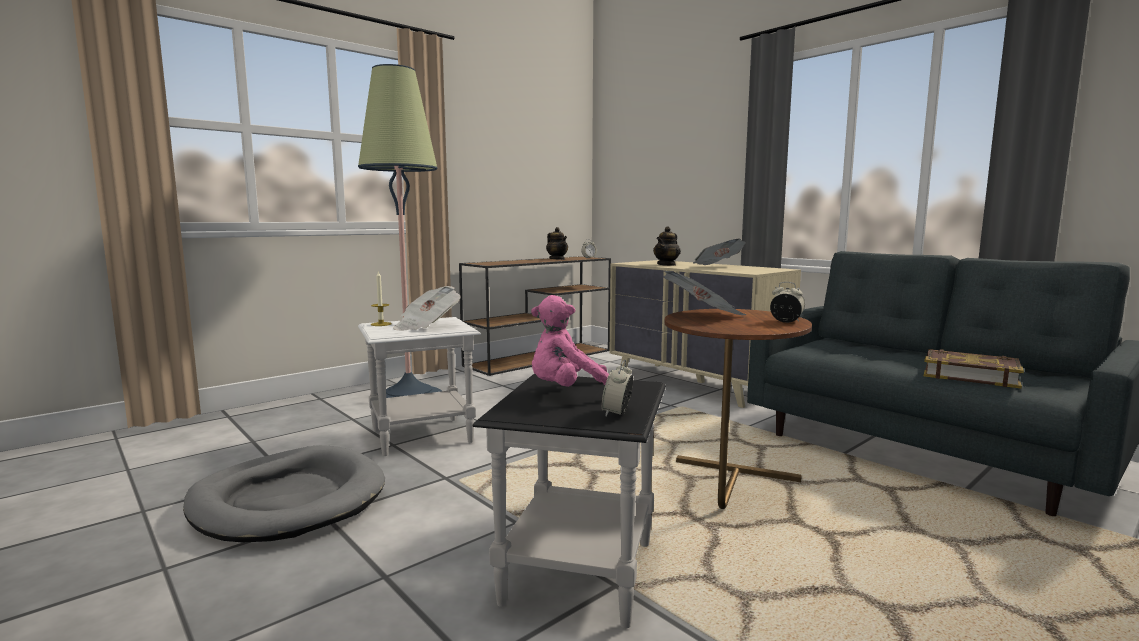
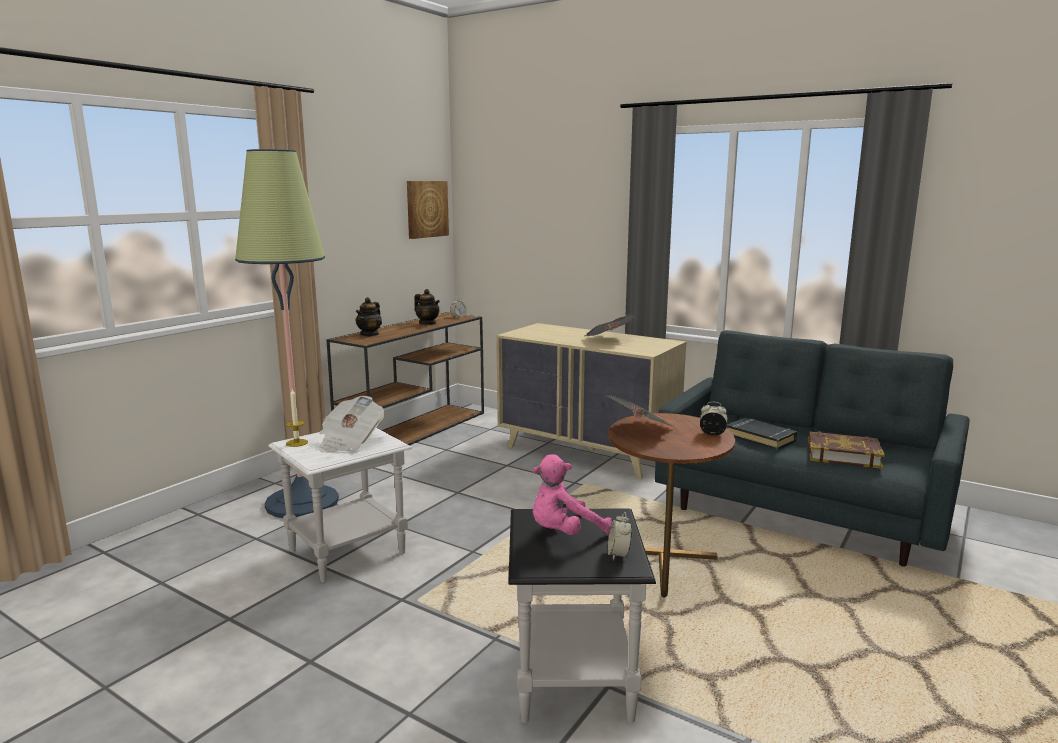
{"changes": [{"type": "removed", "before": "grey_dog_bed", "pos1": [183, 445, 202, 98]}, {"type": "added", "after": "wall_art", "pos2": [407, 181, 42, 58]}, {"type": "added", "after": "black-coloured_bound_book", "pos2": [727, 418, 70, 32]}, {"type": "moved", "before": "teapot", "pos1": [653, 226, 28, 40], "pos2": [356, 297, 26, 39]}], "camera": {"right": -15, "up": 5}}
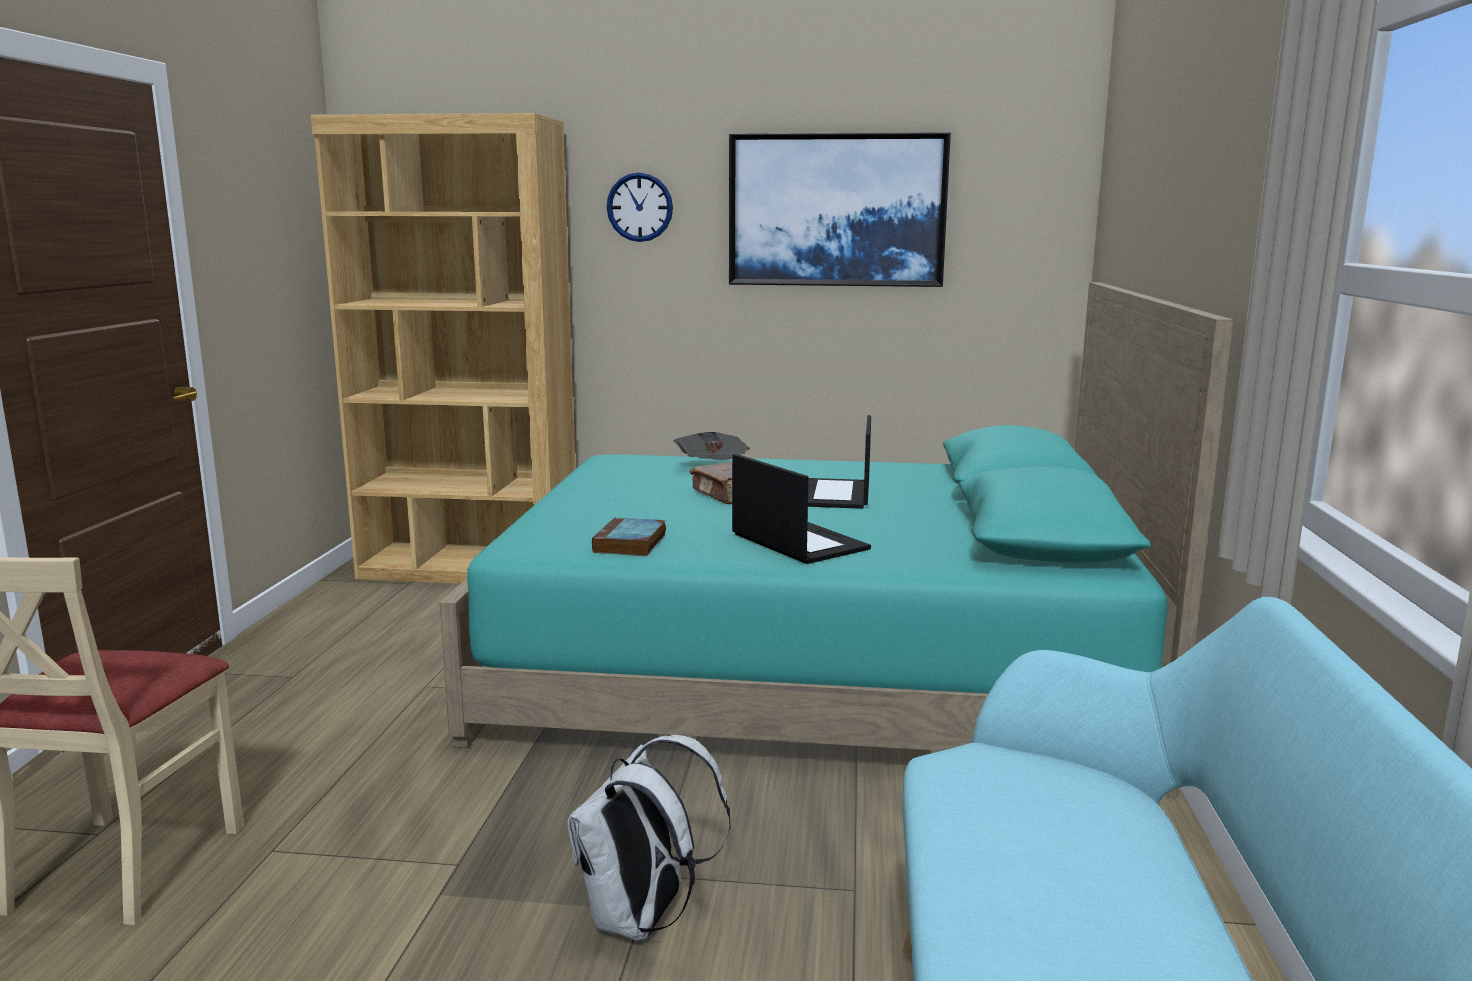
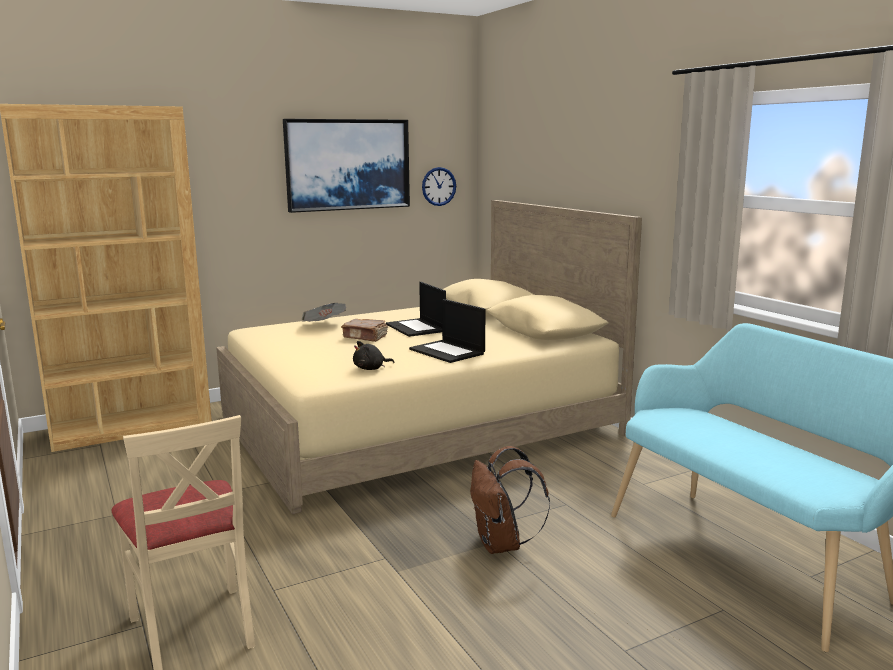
{"changes": [{"type": "moved", "before": "clock_on_the_wall", "pos1": [606, 172, 67, 70], "pos2": [422, 167, 34, 39]}, {"type": "replaced", "before": "bound_book", "after": "black-coloured_plush_toy", "pos1": [592, 518, 74, 38], "pos2": [353, 341, 41, 29]}, {"type": "recoloured", "before": "turquoise-coloured_sleeping_bed", "after": "beige_sleeping_bed", "pos1": [440, 282, 794, 514], "pos2": [216, 200, 426, 315]}, {"type": "recoloured", "before": "white-coloured_backpack", "after": "brownish_backpack", "pos1": [567, 735, 164, 205], "pos2": [470, 446, 80, 108]}, {"type": "turned", "before": "laptop", "pos1": [732, 454, 139, 110], "pos2": [409, 299, 76, 64], "turn": -150}], "camera": {"right": -35, "up": 0}}
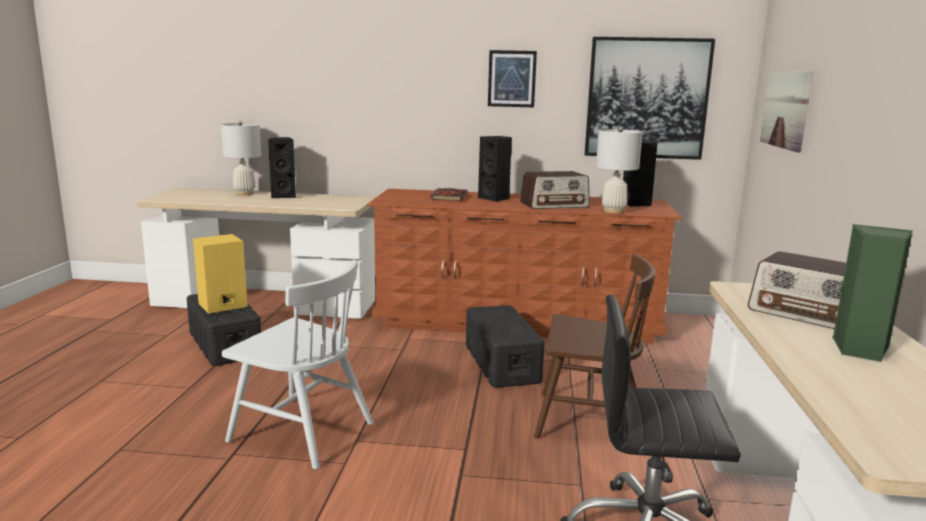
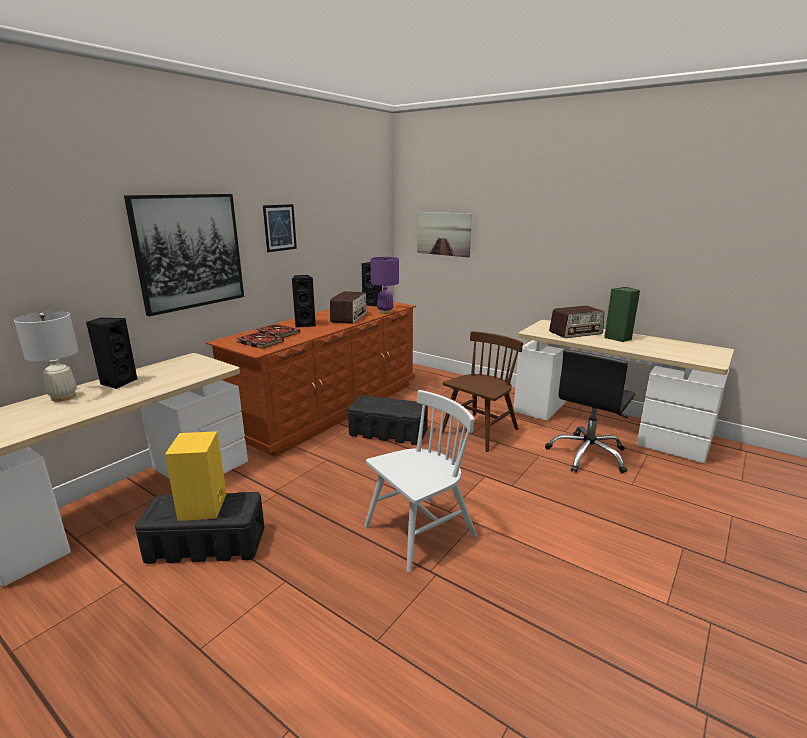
{"changes": [{"type": "added", "after": "bound_book", "pos2": [236, 332, 48, 17]}, {"type": "moved", "before": "wall_art", "pos1": [585, 37, 130, 123], "pos2": [124, 194, 120, 122]}, {"type": "recoloured", "before": "white-coloured_table_lamp", "after": "purple_table_lamp", "pos1": [596, 127, 47, 87], "pos2": [370, 256, 29, 58]}], "camera": {"right": -60, "up": 5}}
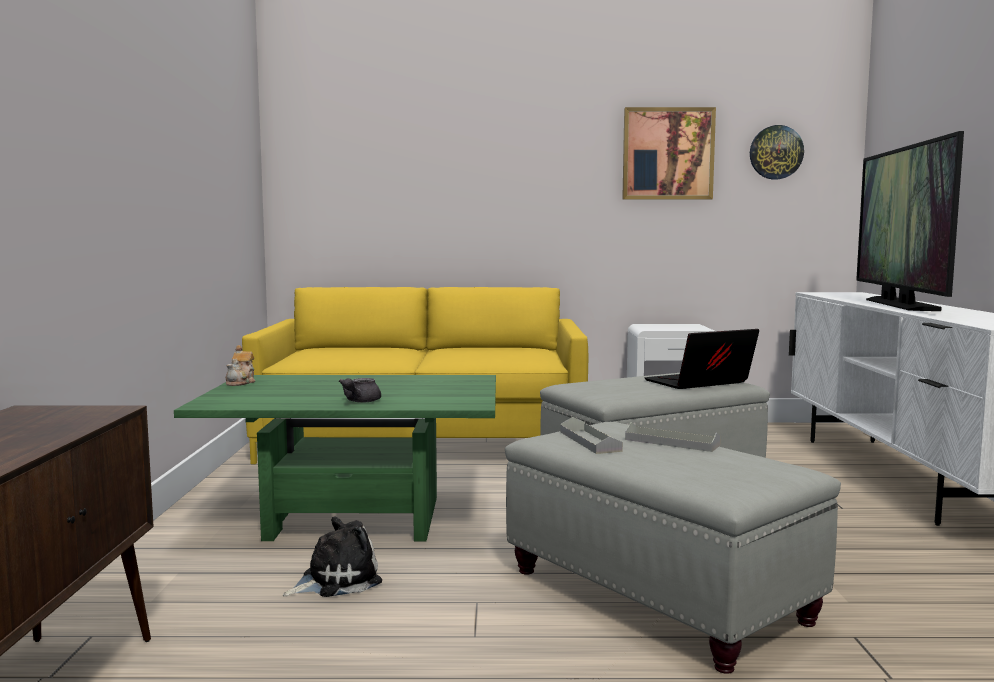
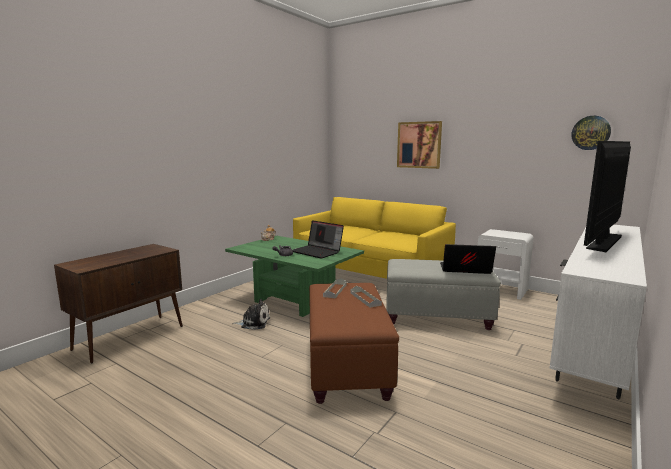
{"changes": [{"type": "added", "after": "laptop", "pos2": [292, 220, 52, 39]}, {"type": "moved", "before": "wall_art", "pos1": [622, 107, 94, 93], "pos2": [397, 121, 45, 48]}, {"type": "recoloured", "before": "grey_footrest", "after": "brownish_footrest", "pos1": [505, 422, 336, 252], "pos2": [309, 283, 90, 121]}], "camera": {"right": 35, "up": 5}}
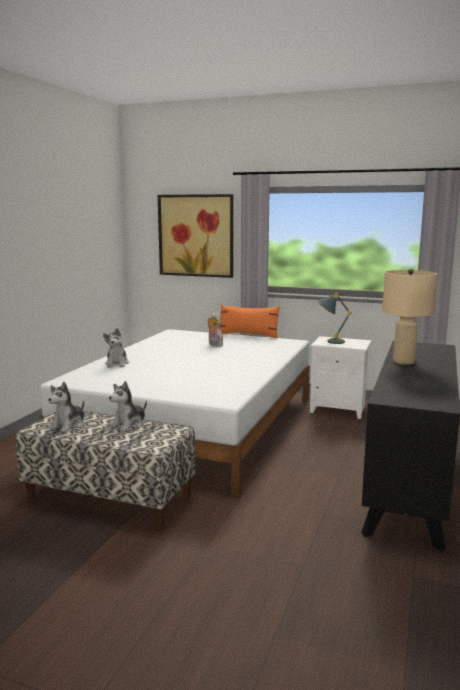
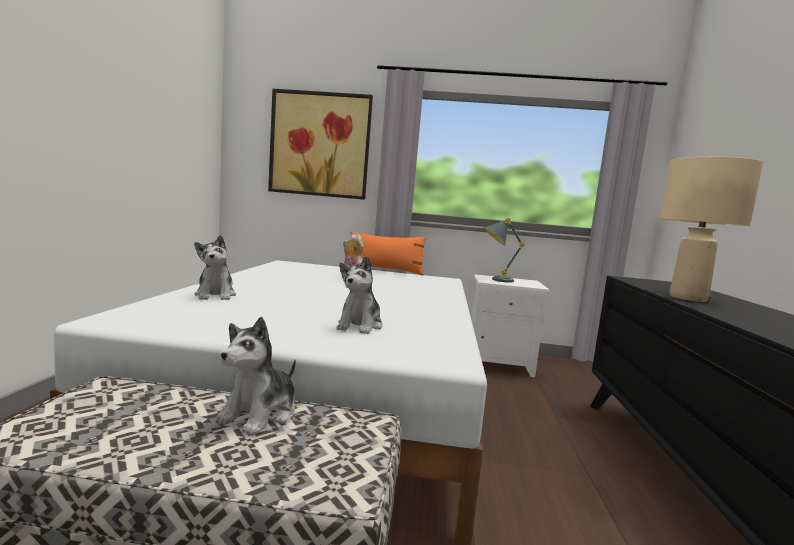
{"changes": [{"type": "moved", "before": "plush_toy", "pos1": [48, 382, 37, 50], "pos2": [336, 256, 47, 78]}], "camera": {"right": -15, "up": -5}}
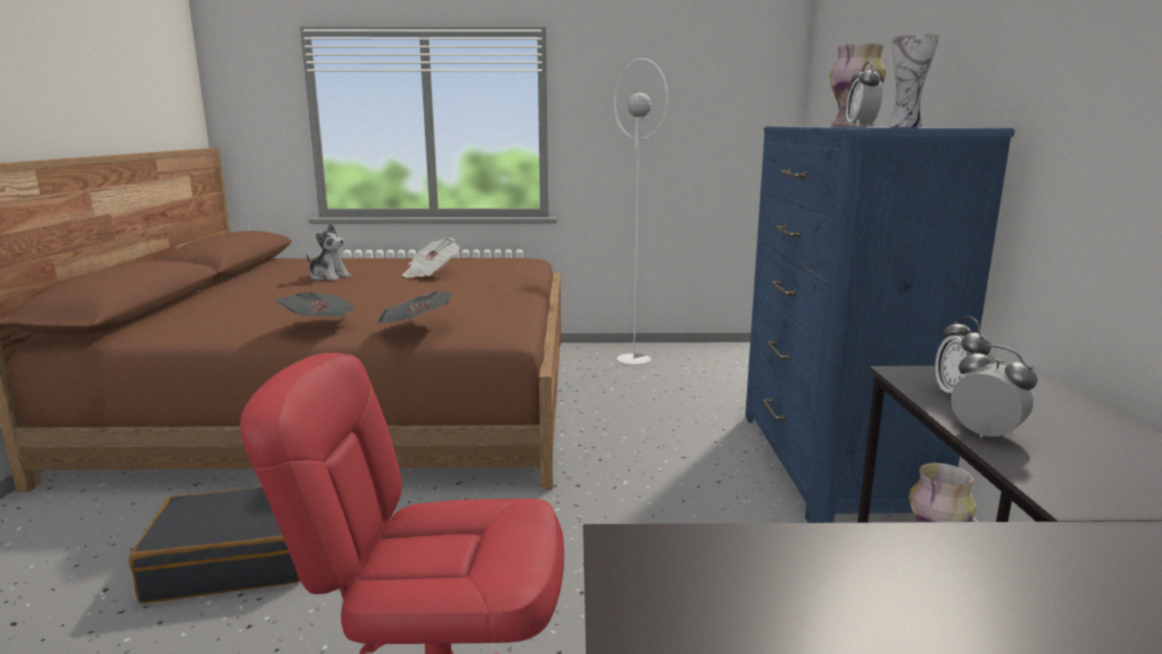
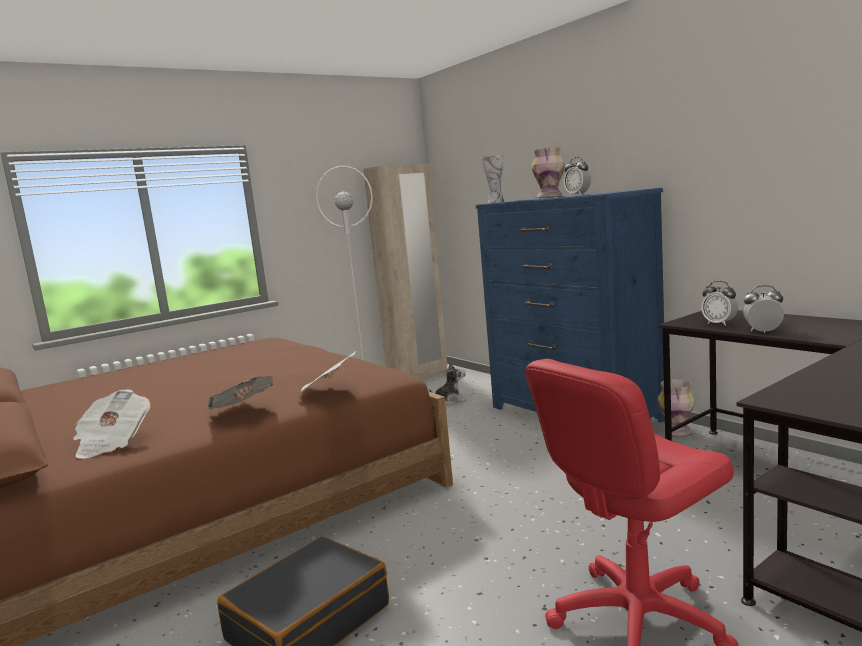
{"changes": [{"type": "added", "after": "beige_wardrobe", "pos2": [363, 164, 84, 215]}, {"type": "moved", "before": "plush_toy", "pos1": [306, 223, 46, 58], "pos2": [429, 362, 37, 43]}, {"type": "moved", "before": "daily_paper", "pos1": [402, 238, 58, 40], "pos2": [73, 389, 77, 70]}, {"type": "moved", "before": "vase", "pos1": [887, 34, 52, 93], "pos2": [481, 155, 24, 48]}], "camera": {"right": -35, "up": -5}}
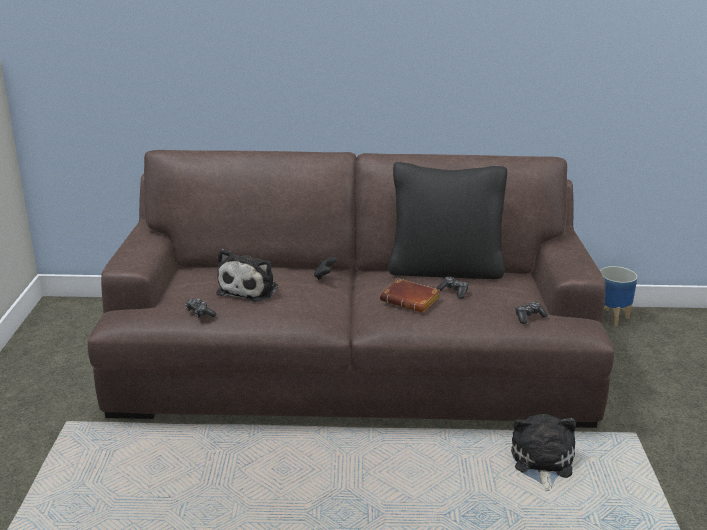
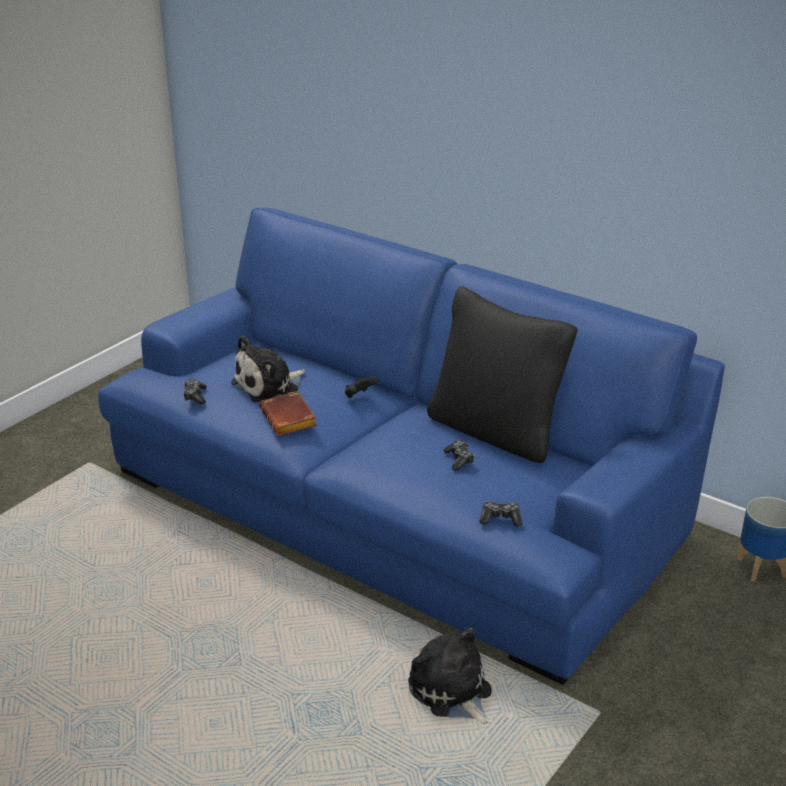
{"changes": [{"type": "moved", "before": "brownish_bound_book", "pos1": [380, 278, 60, 35], "pos2": [259, 391, 58, 45]}, {"type": "recoloured", "before": "brownish_sofa", "after": "bluish_sofa", "pos1": [88, 150, 526, 278], "pos2": [98, 208, 627, 477]}, {"type": "turned", "before": "plush_toy", "pos1": [511, 414, 65, 78], "pos2": [408, 627, 84, 97], "turn": -75}], "camera": {"right": 35, "up": 5}}
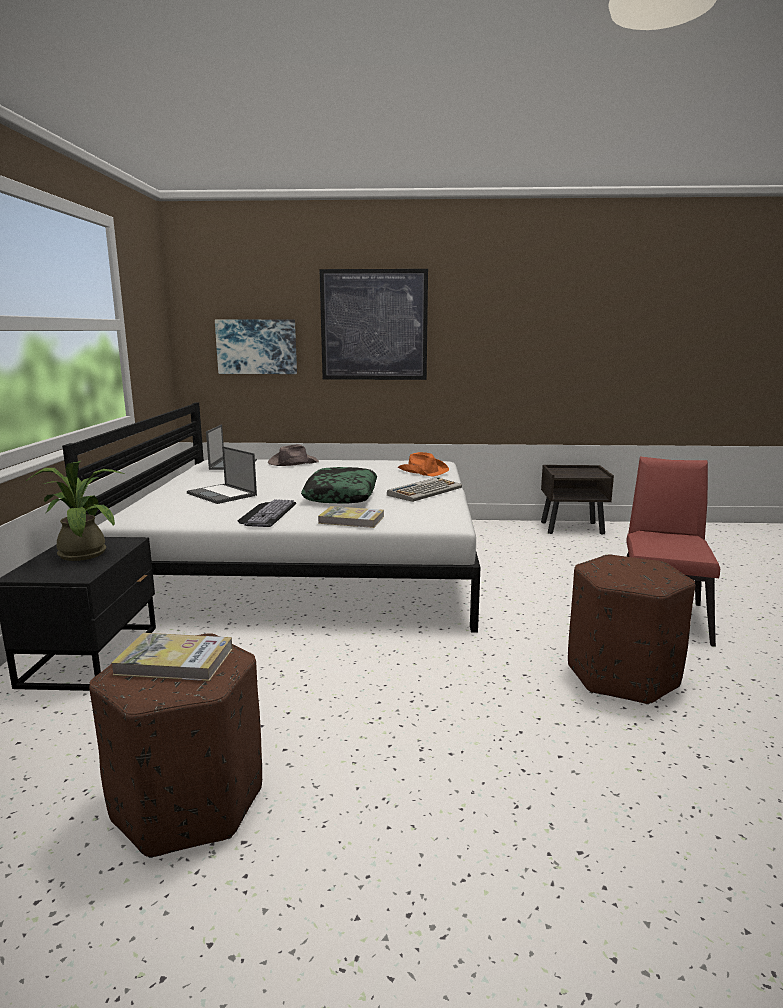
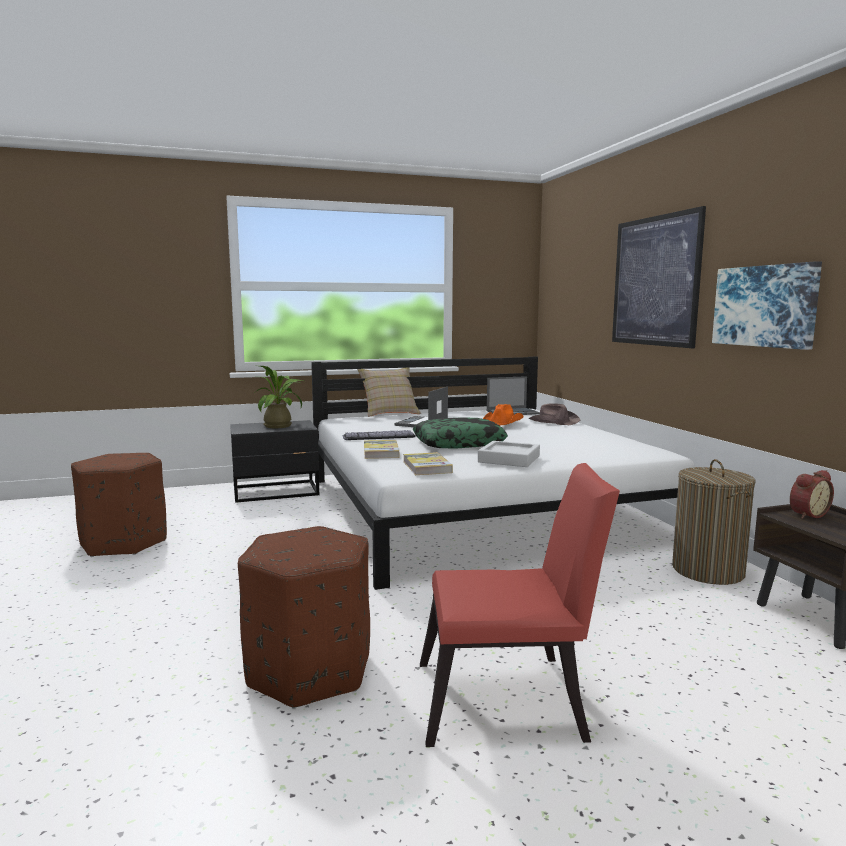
{"changes": [{"type": "added", "after": "beige_cushion", "pos2": [357, 368, 64, 49]}, {"type": "added", "after": "hamper", "pos2": [672, 459, 84, 126]}, {"type": "added", "after": "bedside_clock", "pos2": [790, 470, 44, 49]}, {"type": "moved", "before": "bound_book", "pos1": [112, 633, 120, 48], "pos2": [403, 452, 50, 23]}, {"type": "moved", "before": "wall_art", "pos1": [215, 319, 82, 55], "pos2": [712, 261, 110, 89]}, {"type": "moved", "before": "orange-coloured_wearable_hat", "pos1": [398, 452, 51, 24], "pos2": [483, 404, 41, 21]}, {"type": "replaced", "before": "computer_keyboard", "after": "grey_serving_tray", "pos1": [387, 477, 75, 25], "pos2": [478, 441, 62, 26]}], "camera": {"right": 70, "up": -5}}
